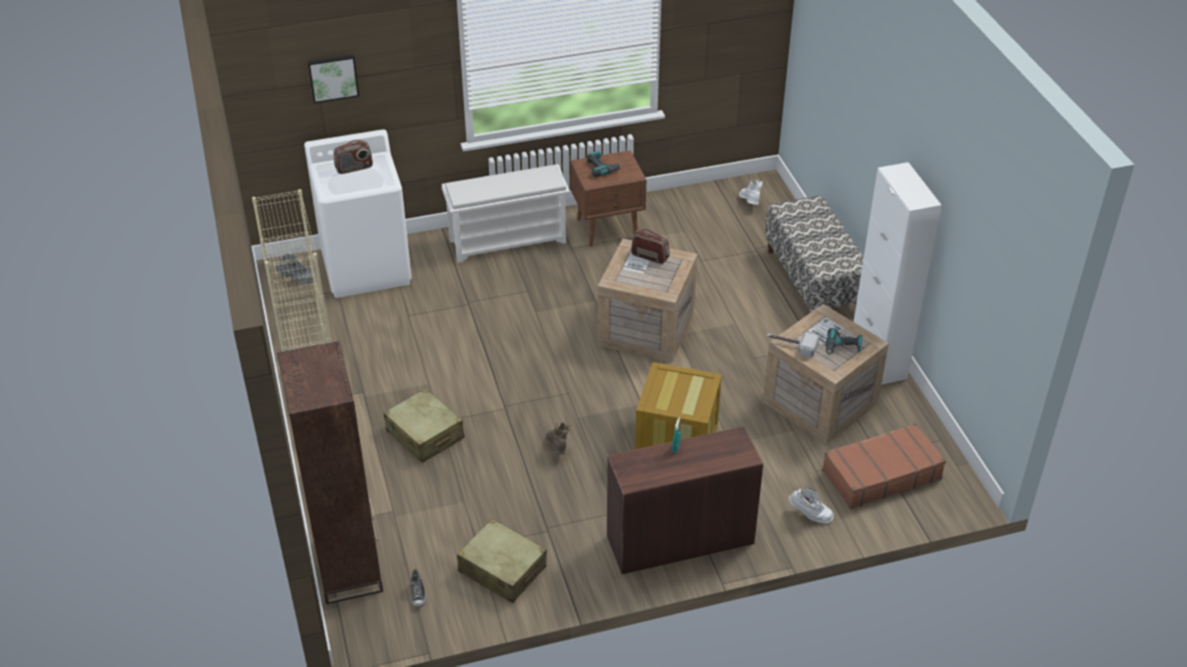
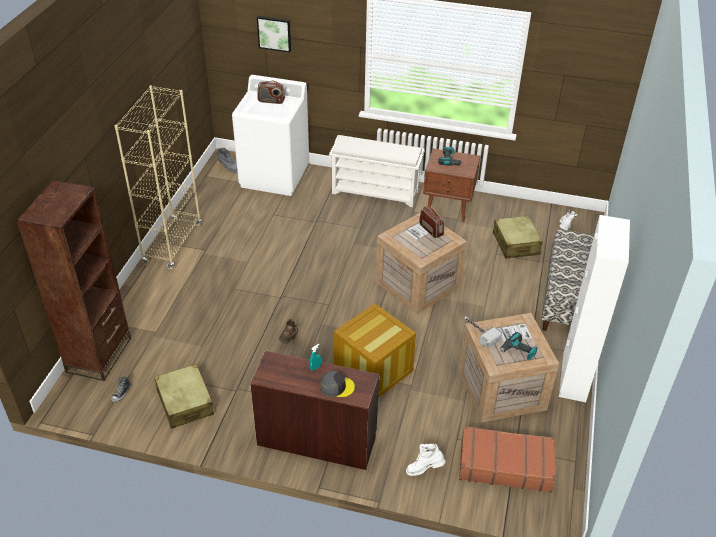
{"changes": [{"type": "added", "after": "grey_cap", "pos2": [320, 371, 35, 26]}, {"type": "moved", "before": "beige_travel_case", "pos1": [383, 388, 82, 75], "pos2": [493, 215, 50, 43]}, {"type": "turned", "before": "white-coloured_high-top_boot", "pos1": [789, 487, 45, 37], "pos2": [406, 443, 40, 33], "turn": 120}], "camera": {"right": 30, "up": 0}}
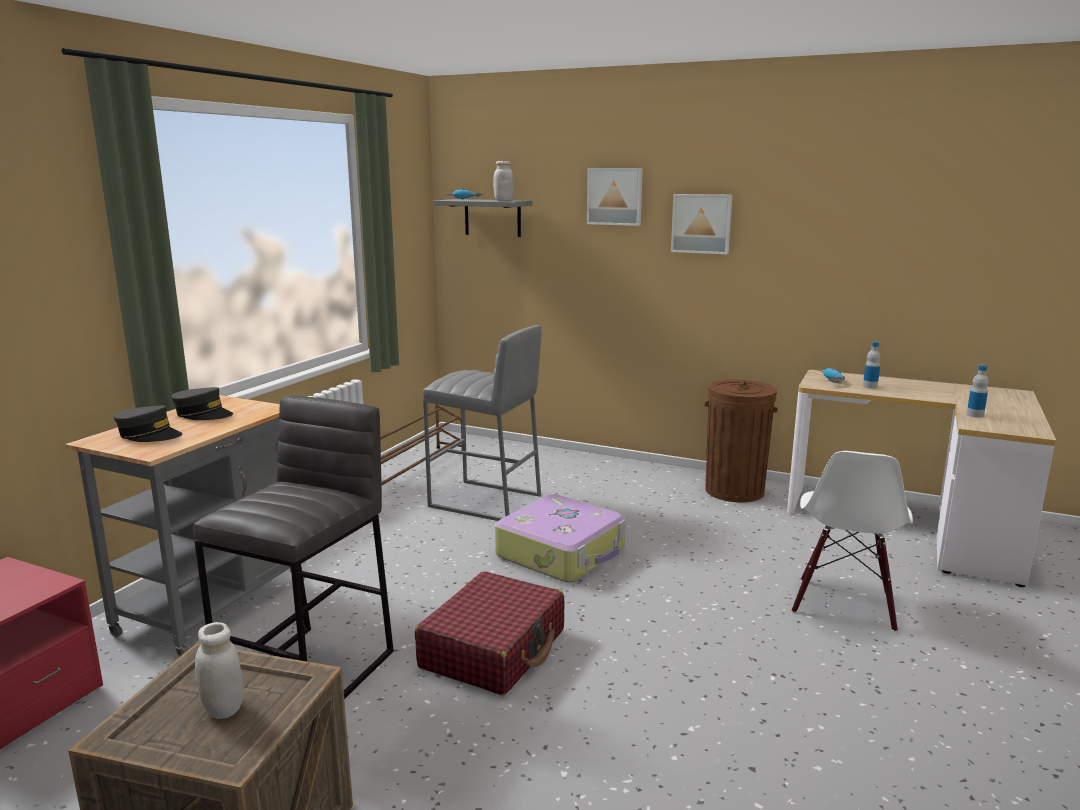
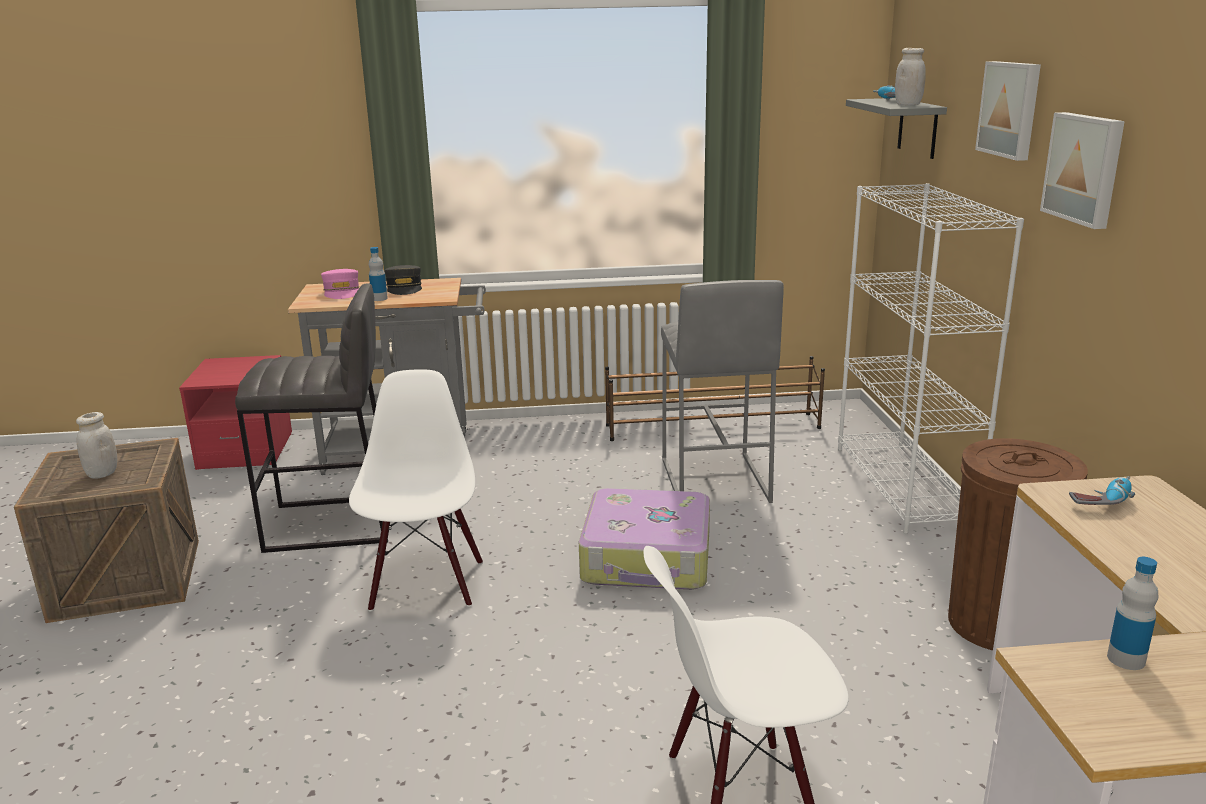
{"changes": [{"type": "added", "after": "white-coloured_shelving_unit", "pos2": [838, 183, 186, 351]}, {"type": "moved", "before": "beverage_bottle", "pos1": [863, 342, 17, 47], "pos2": [369, 247, 19, 54]}, {"type": "replaced", "before": "red_travel_case", "after": "white-coloured_chair", "pos1": [415, 571, 150, 124], "pos2": [349, 369, 134, 243]}, {"type": "recoloured", "before": "grey_cap", "after": "pink-coloured_cap", "pos1": [113, 405, 69, 37], "pos2": [321, 269, 38, 30]}], "camera": {"right": 60, "up": 5}}
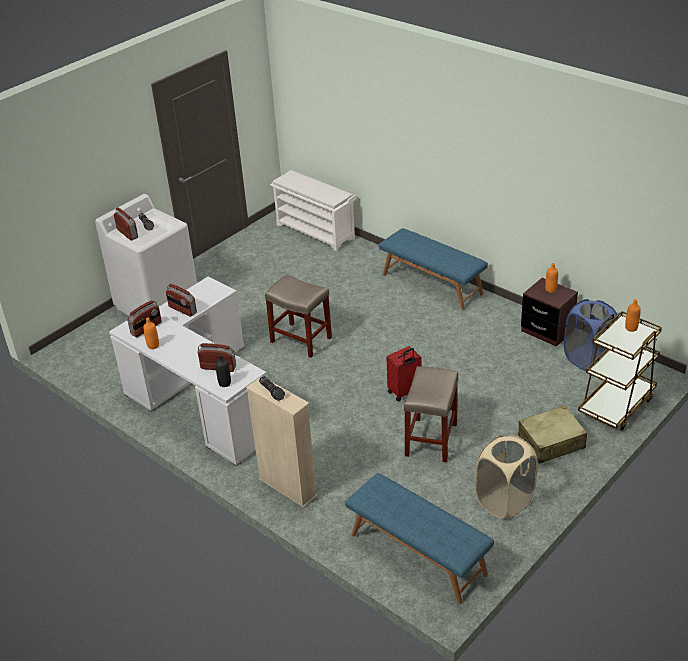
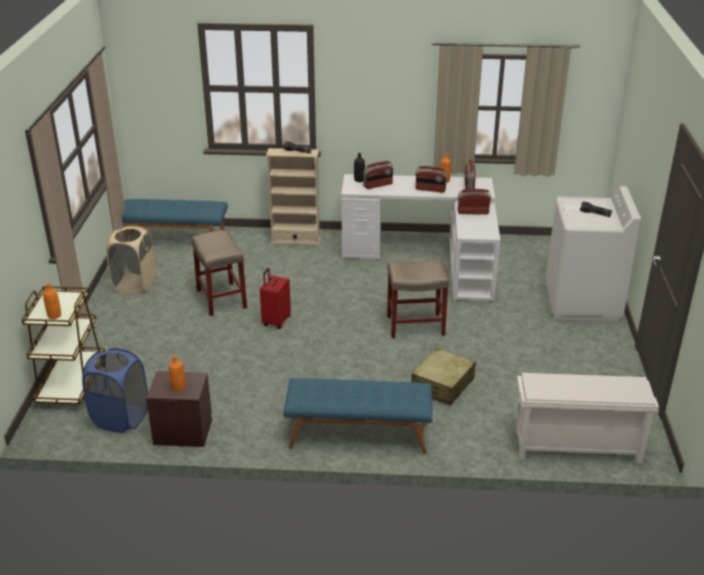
{"changes": [{"type": "moved", "before": "radio", "pos1": [114, 208, 24, 33], "pos2": [415, 166, 33, 27]}, {"type": "moved", "before": "beige_travel_case", "pos1": [518, 405, 69, 59], "pos2": [411, 348, 65, 57]}], "camera": {"right": 140, "up": -5}}
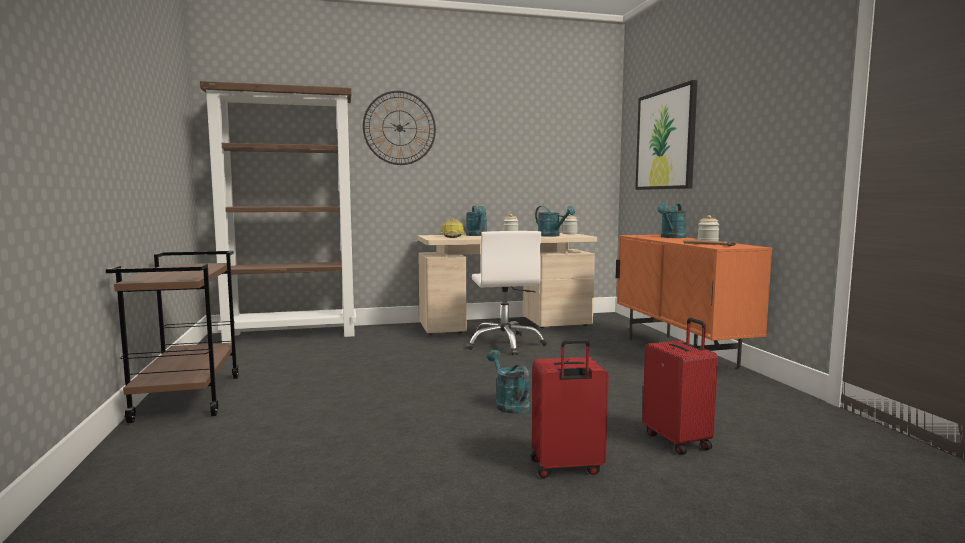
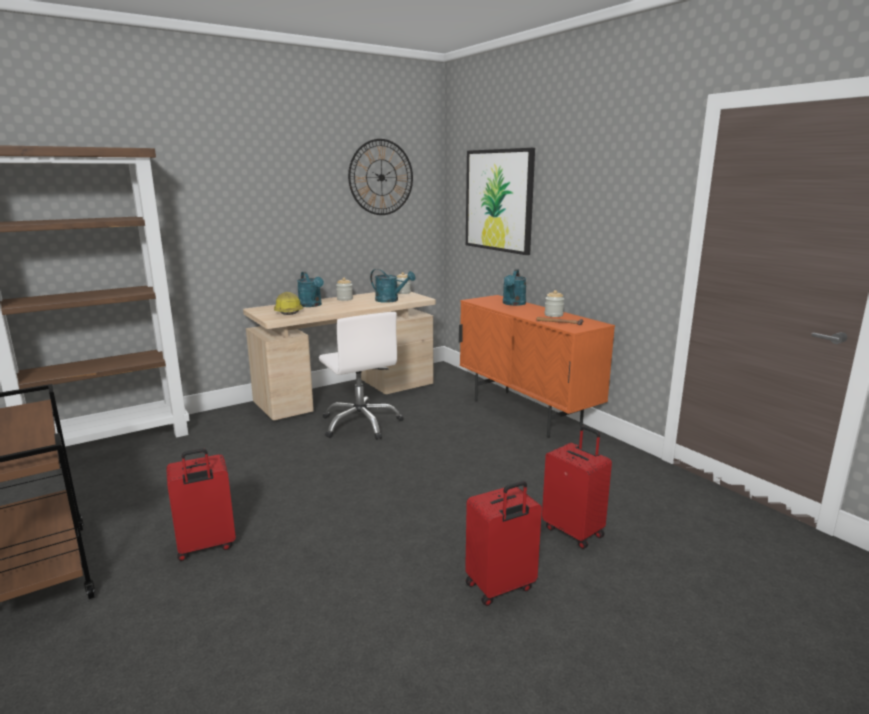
{"changes": [{"type": "removed", "before": "turquoise-coloured_watering_pot", "pos1": [487, 350, 43, 64]}, {"type": "added", "after": "red_travel_case", "pos2": [166, 448, 70, 113]}, {"type": "moved", "before": "clock_on_the_wall", "pos1": [363, 91, 73, 74], "pos2": [348, 139, 65, 76]}], "camera": {"right": -20, "up": 10}}
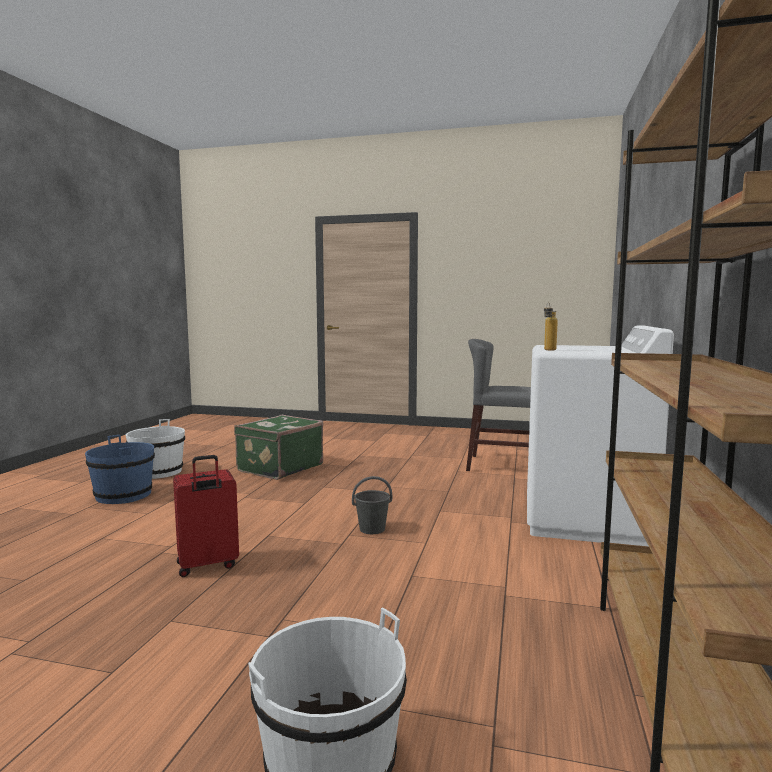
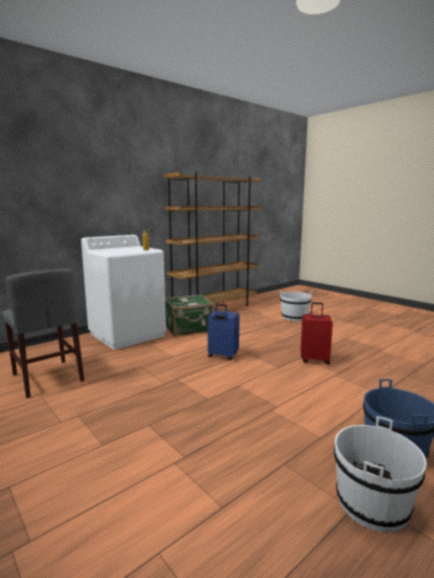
{"changes": [{"type": "moved", "before": "green-coloured_travel_case", "pos1": [234, 415, 89, 65], "pos2": [165, 294, 49, 42]}, {"type": "replaced", "before": "grey_pail", "after": "bluish_travel_case", "pos1": [352, 476, 40, 58], "pos2": [208, 304, 31, 56]}], "camera": {"right": -145, "up": 5}}
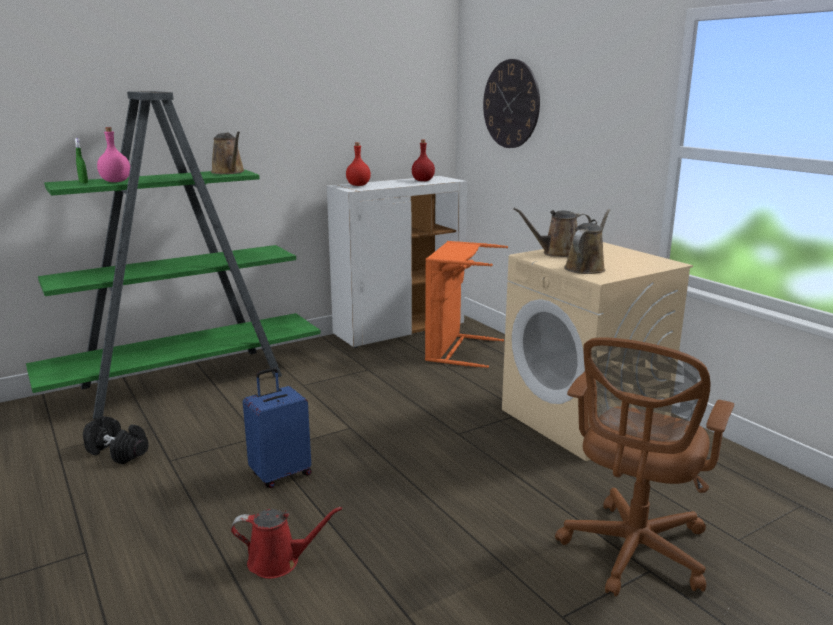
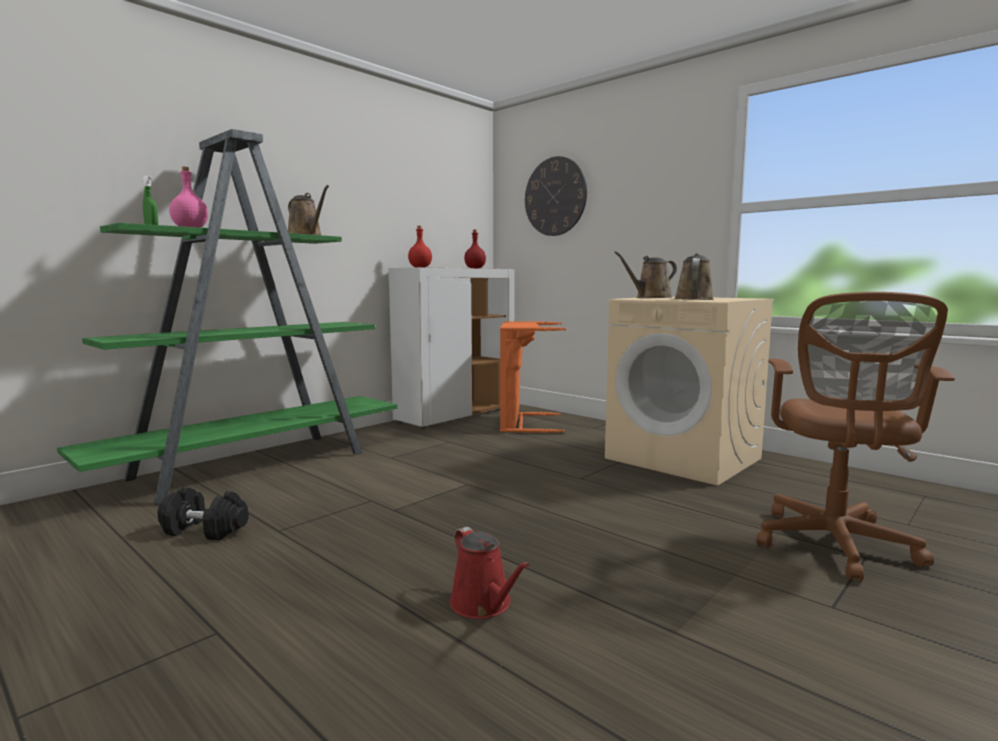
{"changes": [{"type": "removed", "before": "bluish_travel_case", "pos1": [243, 368, 69, 120]}, {"type": "turned", "before": "red_watering_pot", "pos1": [231, 507, 111, 72], "pos2": [450, 527, 80, 92], "turn": 75}], "camera": {"right": -15, "up": -10}}
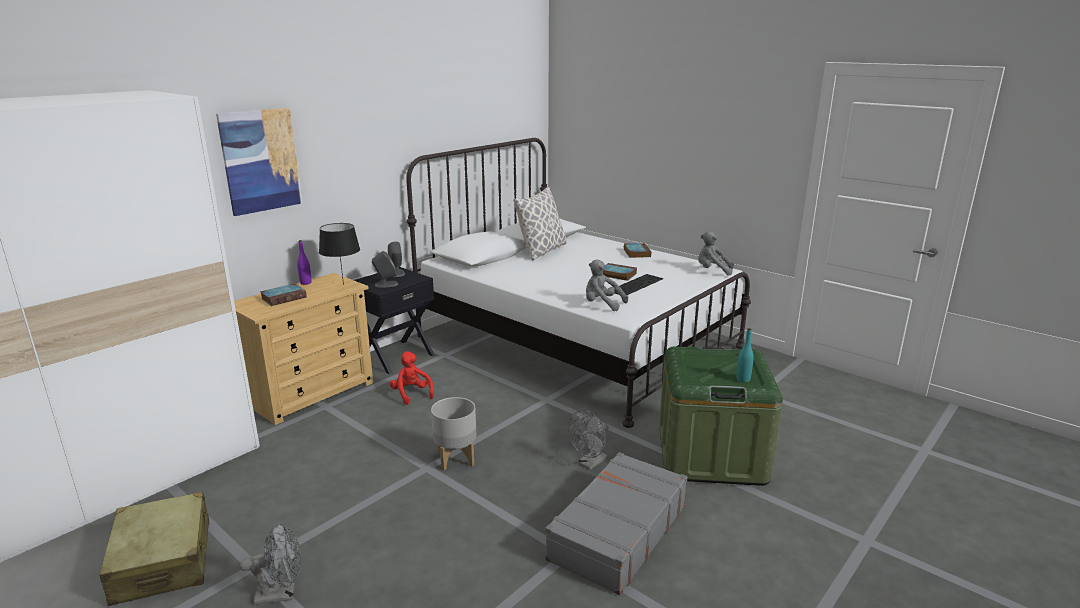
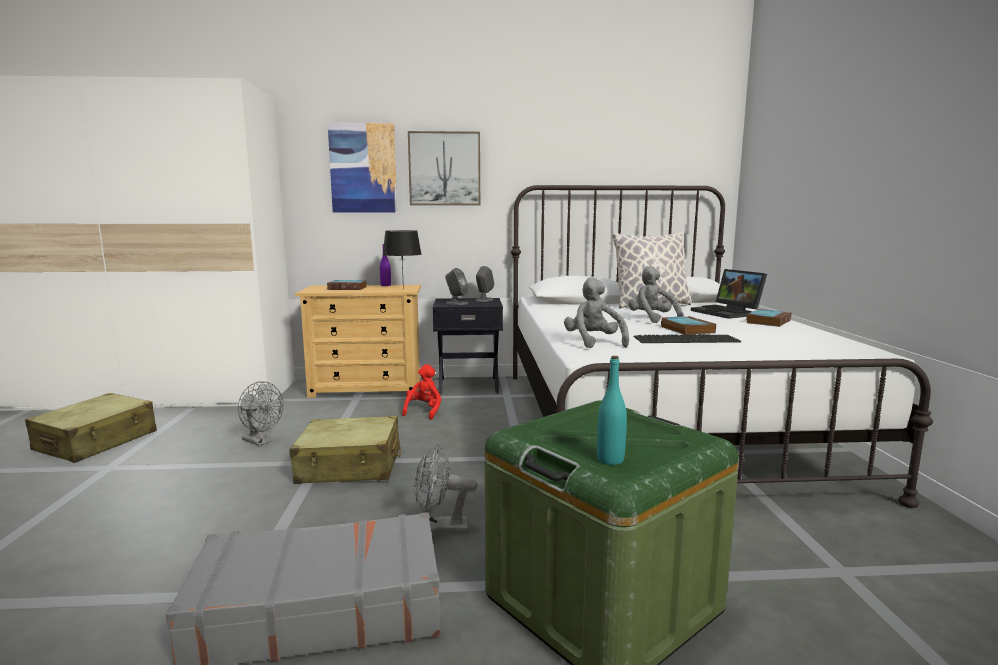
{"changes": [{"type": "added", "after": "wall_art", "pos2": [408, 131, 72, 74]}, {"type": "added", "after": "laptop", "pos2": [691, 269, 76, 50]}, {"type": "moved", "before": "grey_fan", "pos1": [240, 523, 61, 82], "pos2": [238, 381, 45, 65]}, {"type": "moved", "before": "grey_plush_toy", "pos1": [698, 231, 36, 45], "pos2": [628, 266, 56, 57]}, {"type": "replaced", "before": "grey_plant_pot", "after": "beige_travel_case", "pos1": [431, 397, 45, 74], "pos2": [290, 416, 111, 68]}], "camera": {"right": 45, "up": -10}}
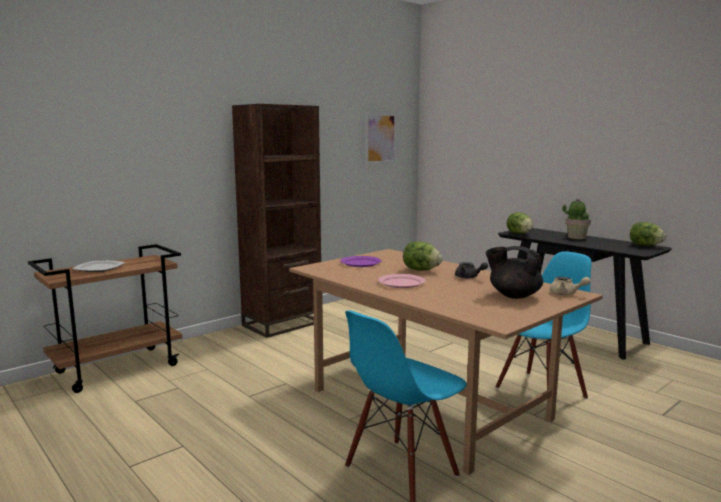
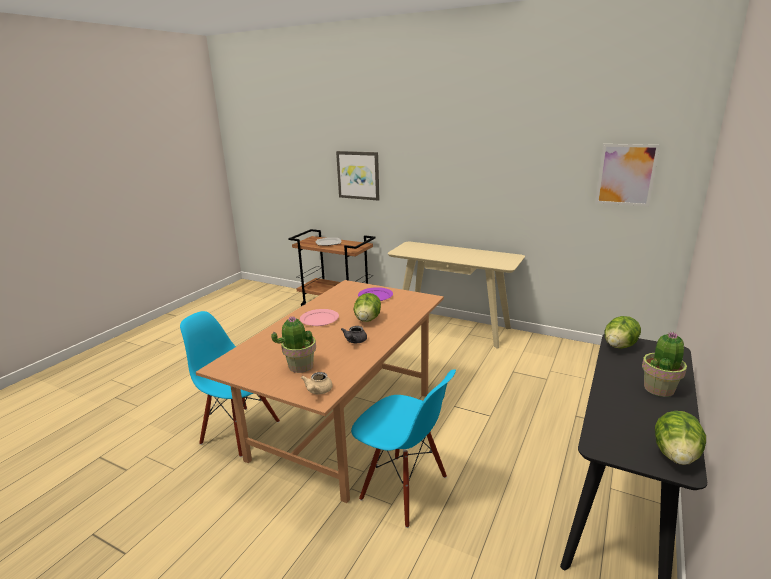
{"changes": [{"type": "added", "after": "wall_art", "pos2": [336, 151, 44, 50]}, {"type": "replaced", "before": "brownish_shelving_unit", "after": "beige_console_table", "pos1": [232, 104, 89, 234], "pos2": [388, 242, 137, 106]}, {"type": "replaced", "before": "black-coloured_teapot", "after": "houseplant", "pos1": [486, 246, 57, 53], "pos2": [271, 316, 45, 57]}], "camera": {"right": 70, "up": 10}}
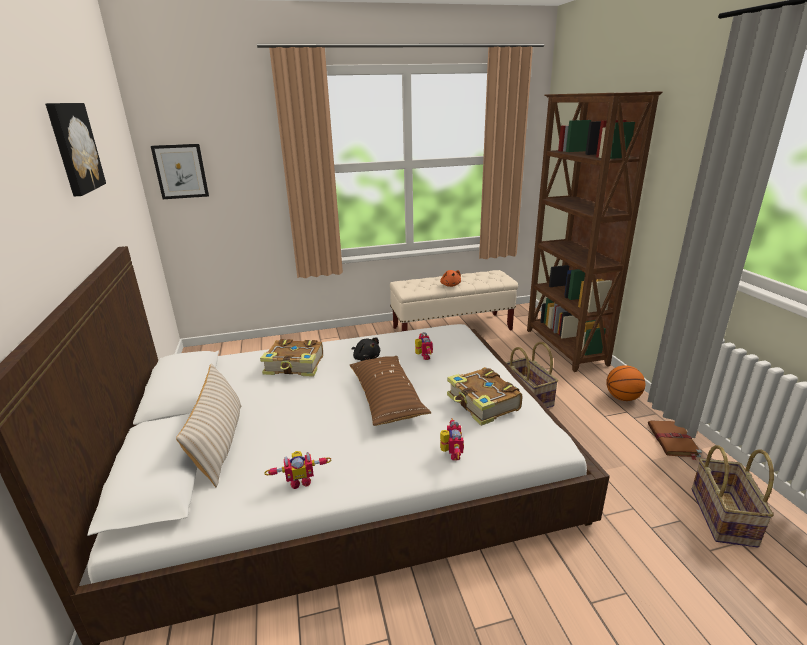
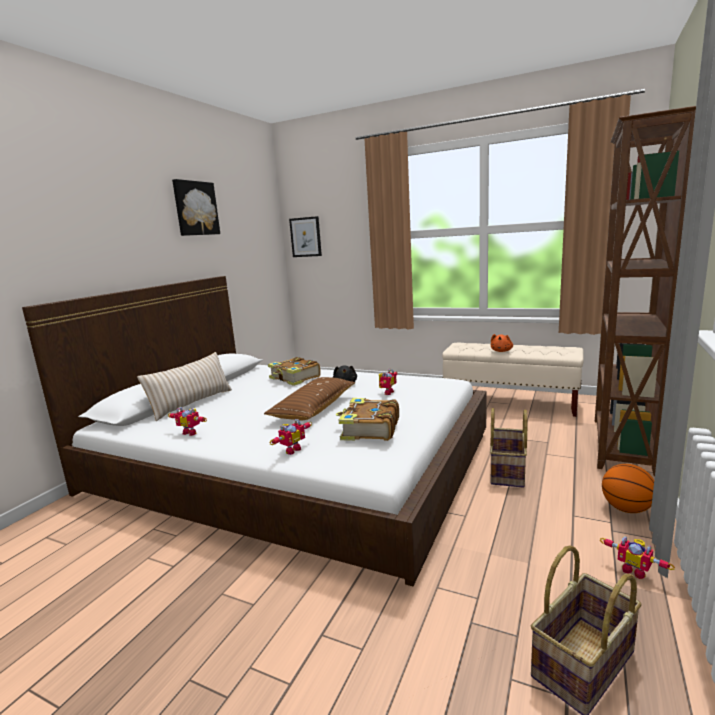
{"changes": [{"type": "replaced", "before": "brownish_bound_book", "after": "robot_figure", "pos1": [648, 420, 54, 40], "pos2": [600, 536, 75, 43]}], "camera": {"right": 40, "up": -10}}
